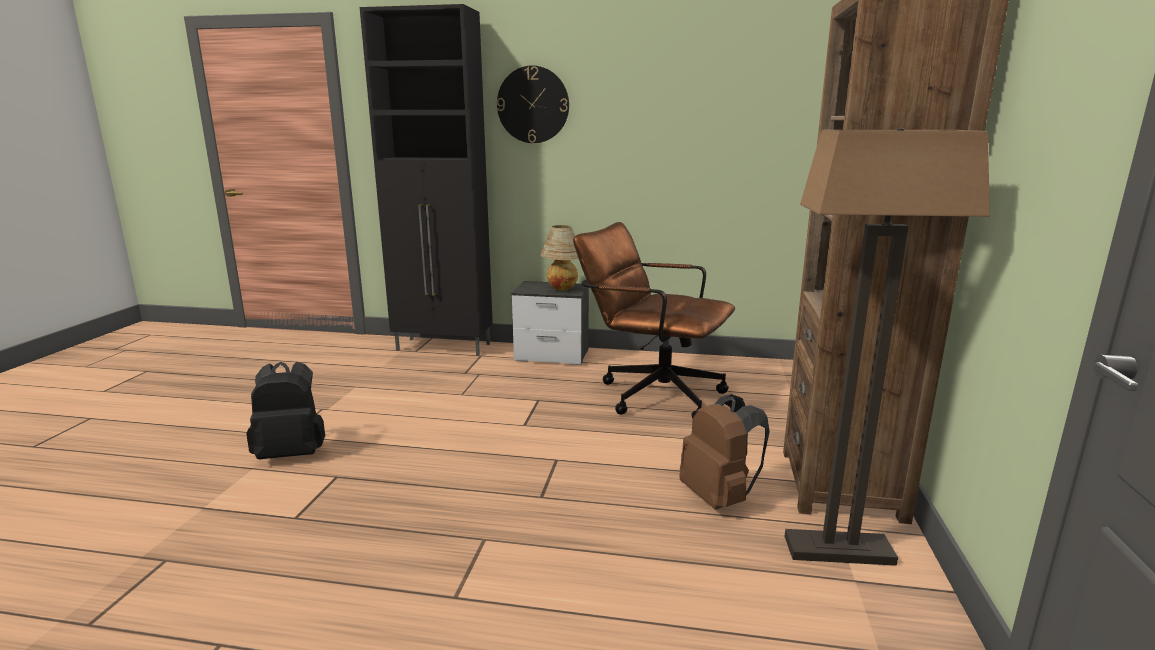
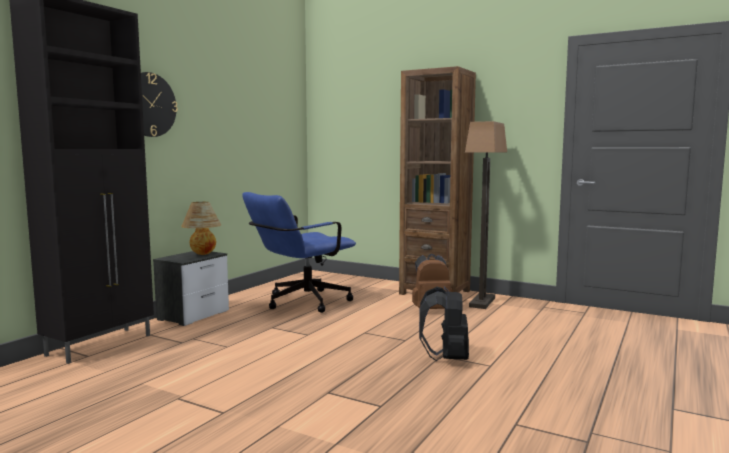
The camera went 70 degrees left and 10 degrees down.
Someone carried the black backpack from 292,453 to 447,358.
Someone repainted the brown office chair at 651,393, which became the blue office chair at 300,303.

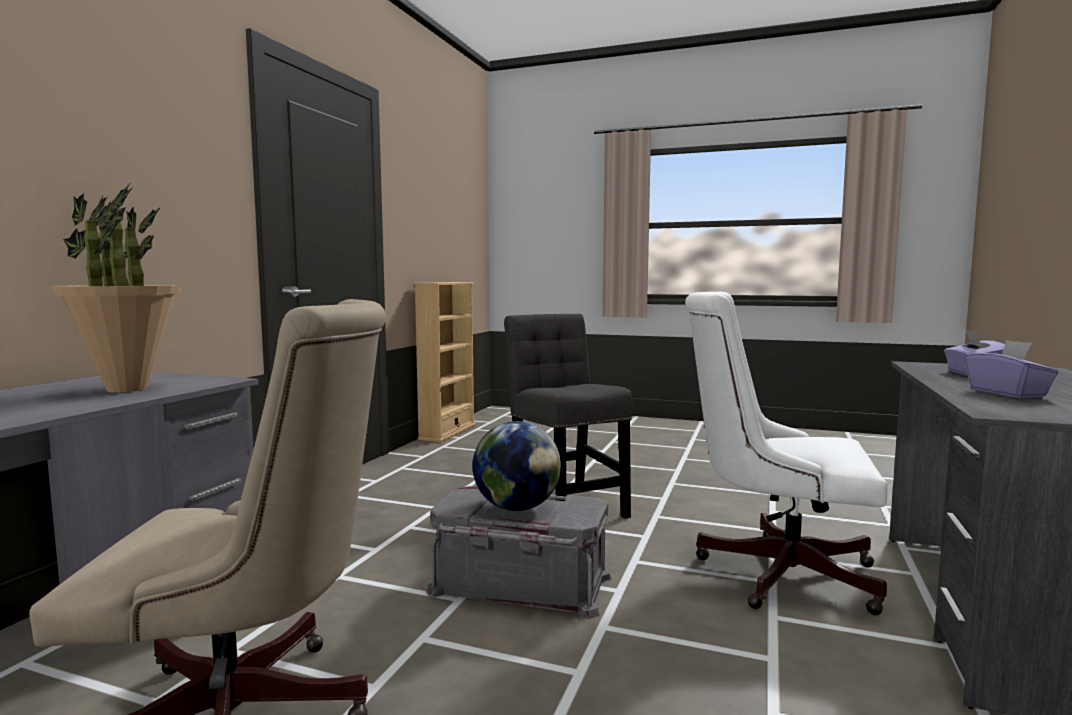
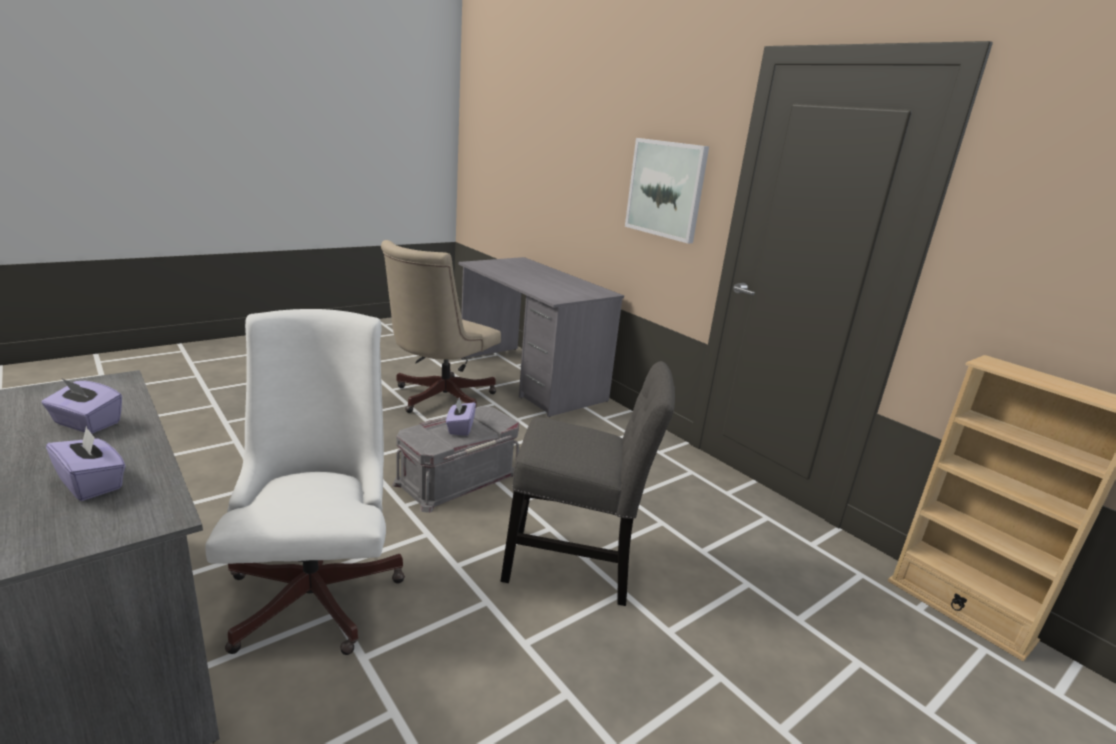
The camera went 120 degrees right and 15 degrees up.
Someone took away the potted plant at 126,389.
Someone put up the picture at 666,189.
Someone swapped the globe at 517,508 for the purple tissue box at 460,428.
Someone rotated the white office chair at 776,571 by 60 degrees counterclockwise.

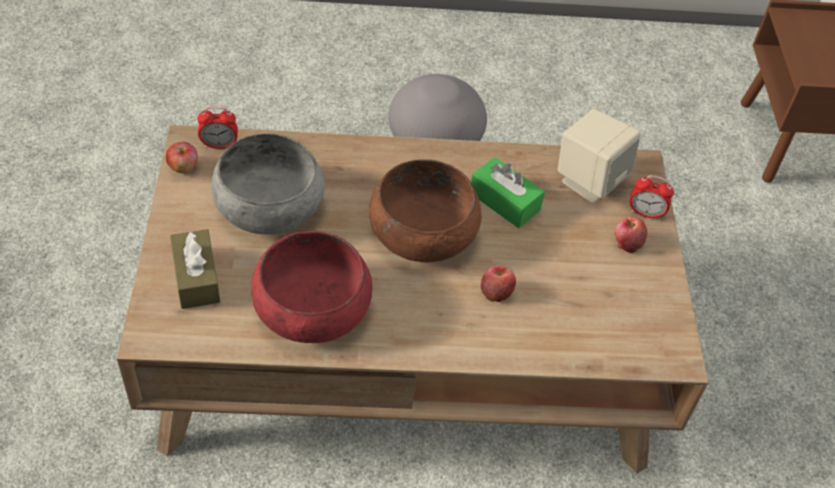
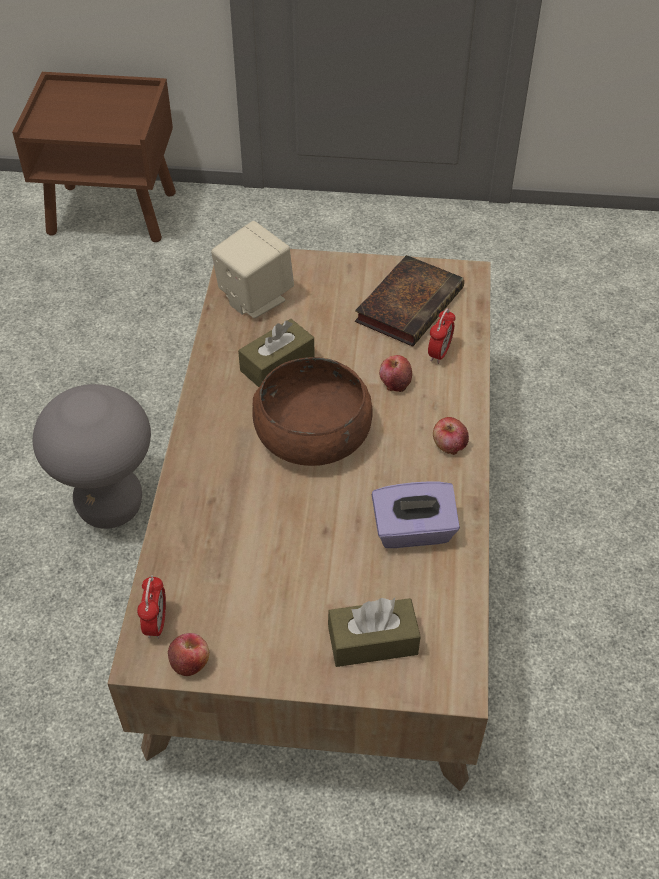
The camera went 80 degrees left and 0 degrees up.
Someone took away the grey bowl at 269,204.
Someone put down the book at 409,304.
Someone carried the apple from 627,243 to 449,445.
Someone carried the alarm clock from 645,213 to 439,353.
Someone swapped the red bowl at 312,306 for the purple tissue box at 413,531.
Someone repainted the green tissue box at 504,201, which became the brown tissue box at 277,364.

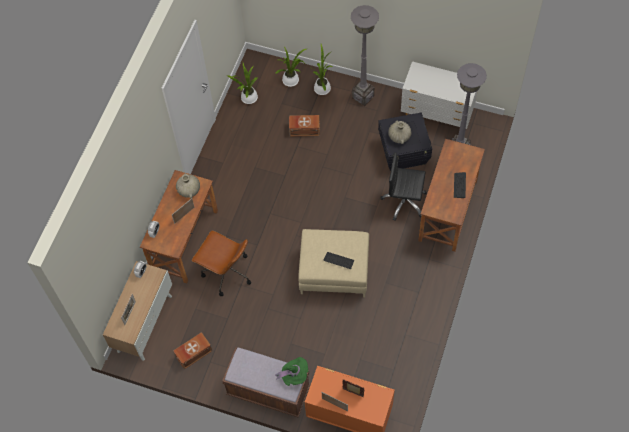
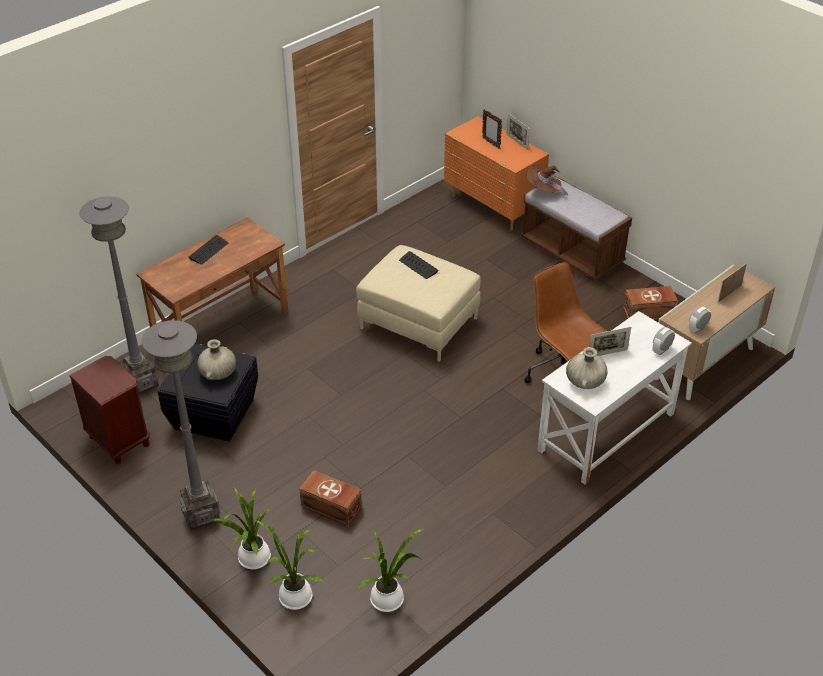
The camera went 155 degrees left and 20 degrees down.
Someone took away the black office chair at 404,202.
Someone swapped the white dresser at 437,114 for the brown nightstand at 119,441.
Someone repainted the brown desk at 184,241, which became the white desk at 607,432.
Someone repainted the green hat at 294,375, which became the brown hat at 544,191.

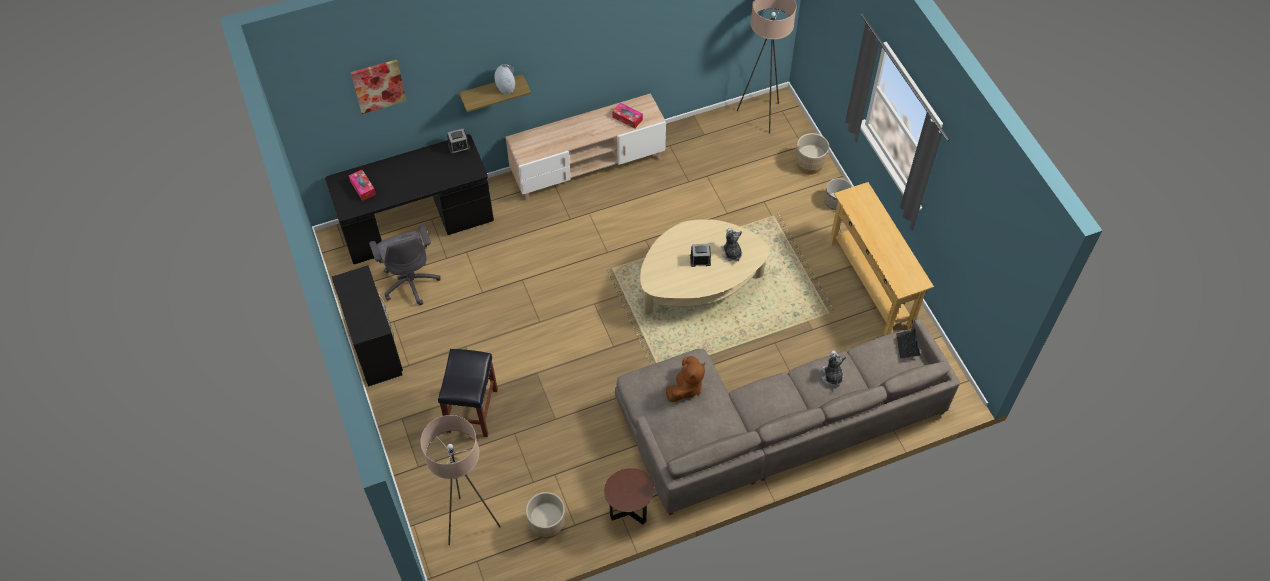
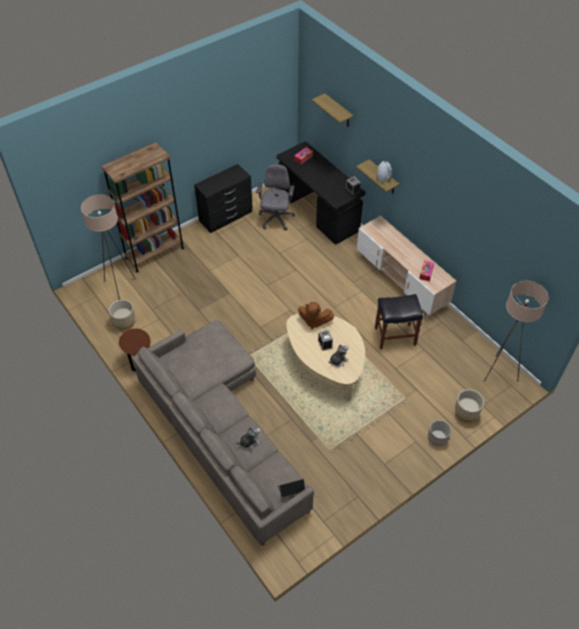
The camera went 75 degrees right and 5 degrees down.
Someone took away the beige console table at 870,283.
Someone put down the brown bookcase at 154,253.
Someone carried the black stool from 472,410 to 395,336.
Someone carried the brown plush toy from 686,387 to 314,321.
Someone swapped the picture at 378,85 for the shelf at 338,111.
Someone rotated the grey office chair at 410,282 by 135 degrees clockwise.

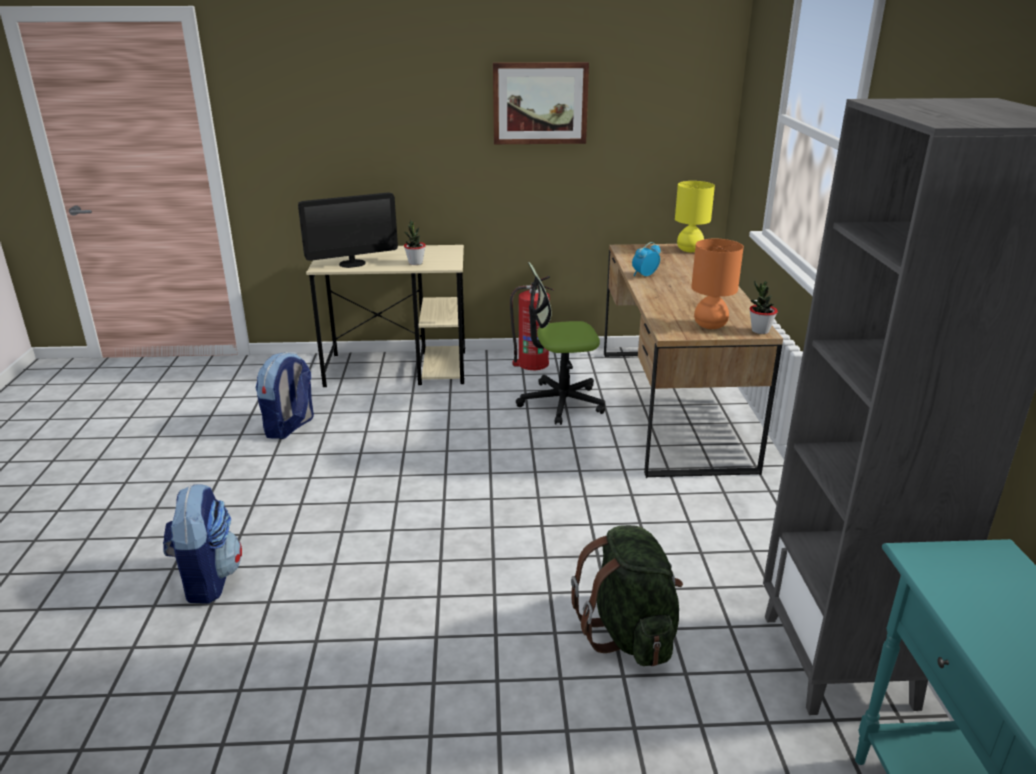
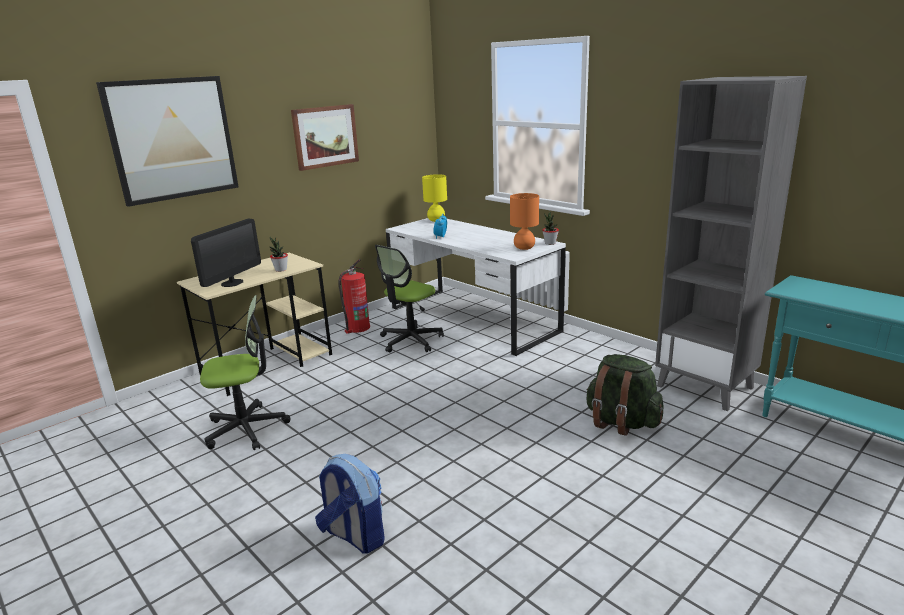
The camera went 40 degrees left and 5 degrees down.
Someone put up the picture at 172,139.
Someone swapped the backpack at 290,427 for the office chair at 246,428.
Someone repainted the brown desk at 671,406, which became the white desk at 472,319.

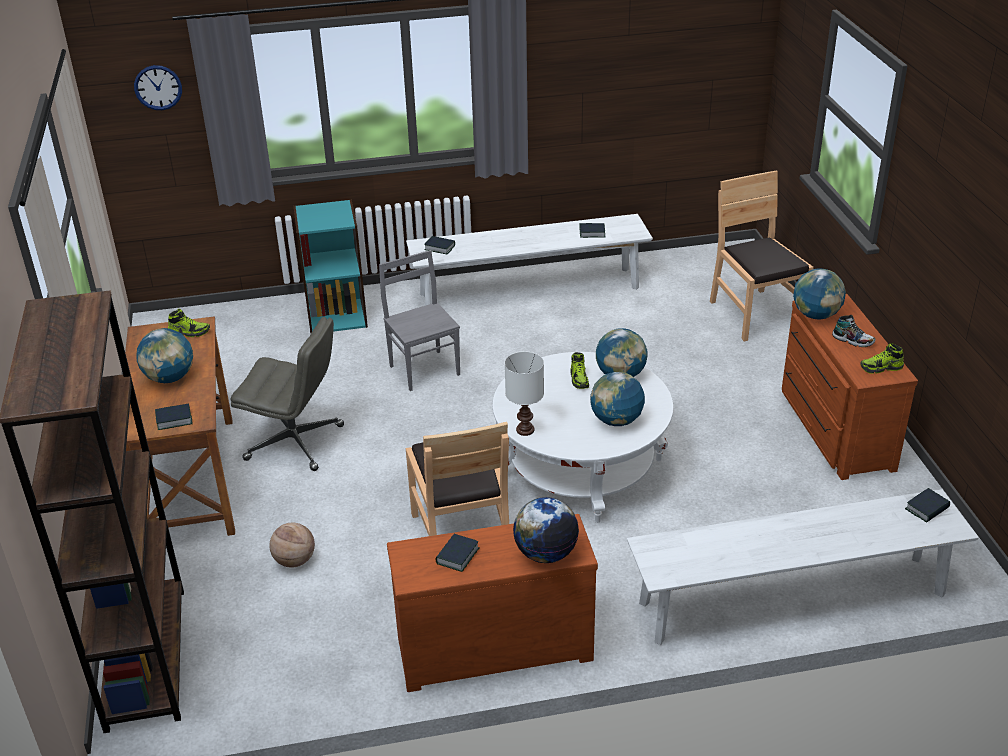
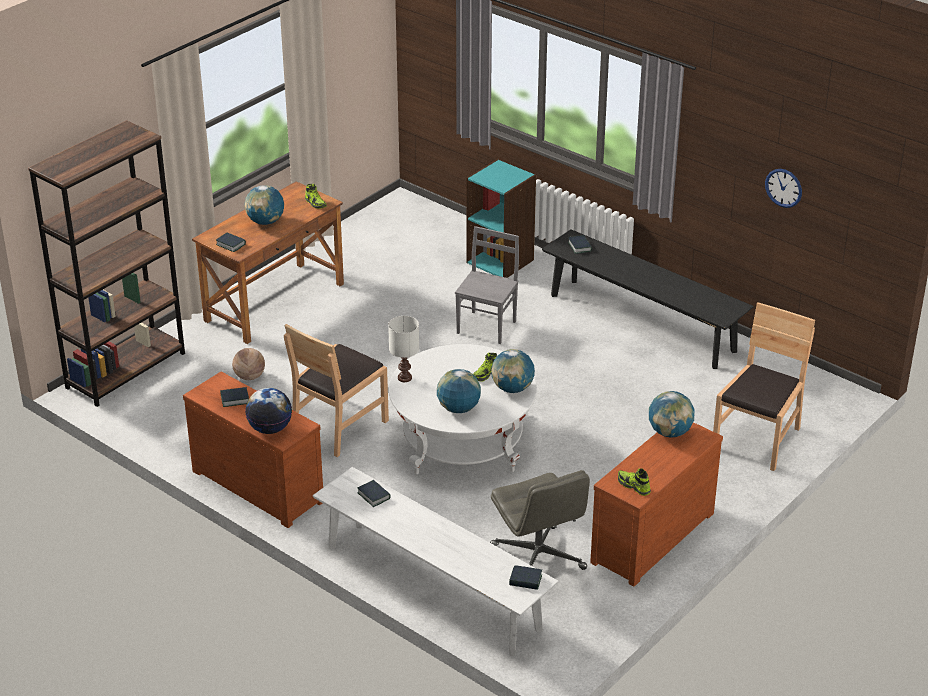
The camera went 50 degrees right and 0 degrees up.
Someone took away the shoe at 852,340.
Someone carried the wall clock from 158,87 to 783,188.
Someone carried the grey office chair from 296,443 to 539,558.
Someone carried the book from 592,233 to 374,496.
Someone repainted the white bench at 529,291, which became the black bench at 642,323.

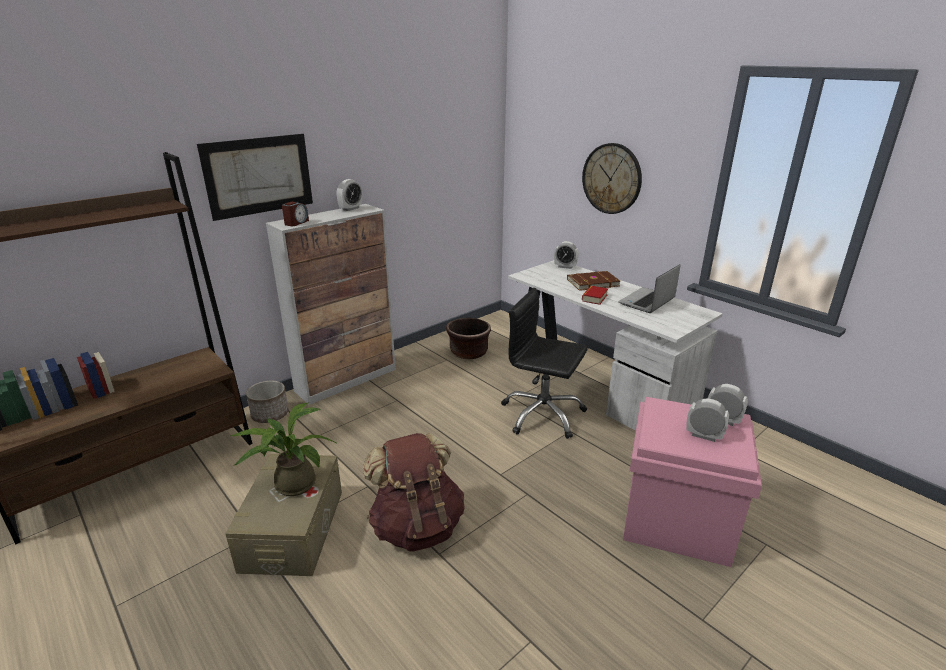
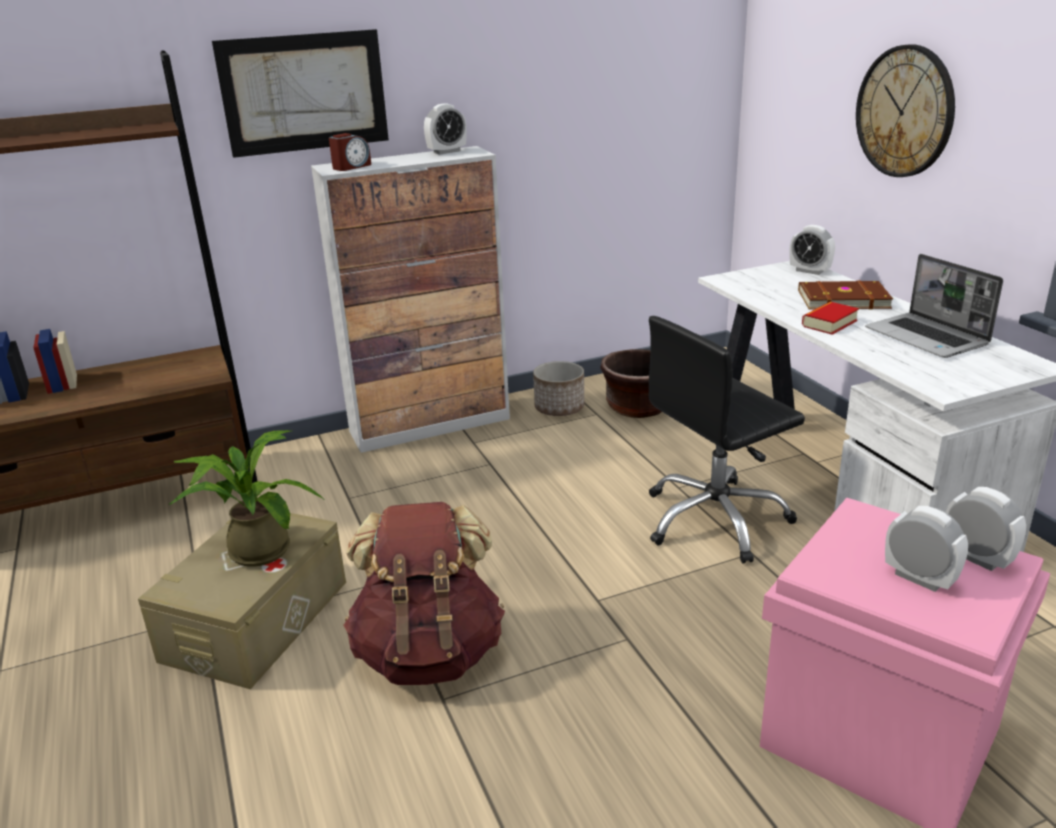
The camera went 20 degrees right and 0 degrees up.
Someone carried the planter from 270,414 to 559,408.
Someone rotated the black office chair at 542,415 by 75 degrees counterclockwise.
Someone rotated the laptop at 647,302 by 90 degrees counterclockwise.

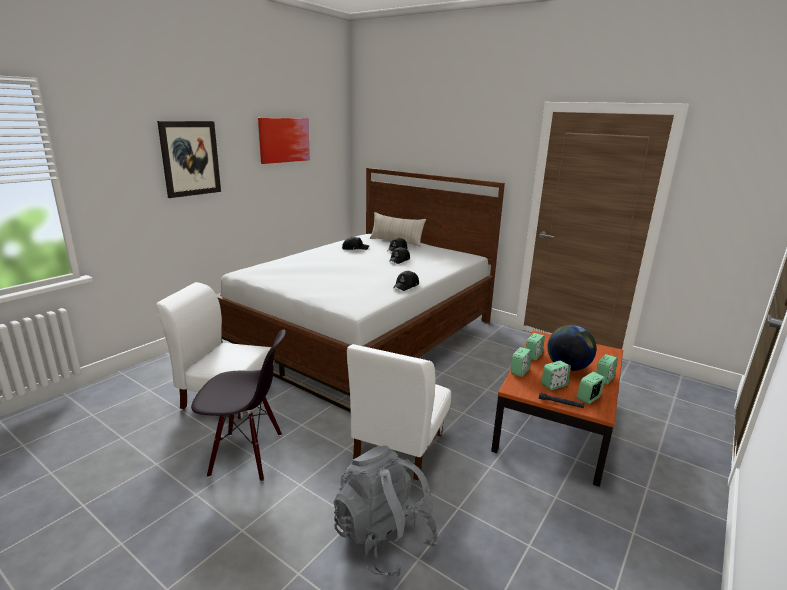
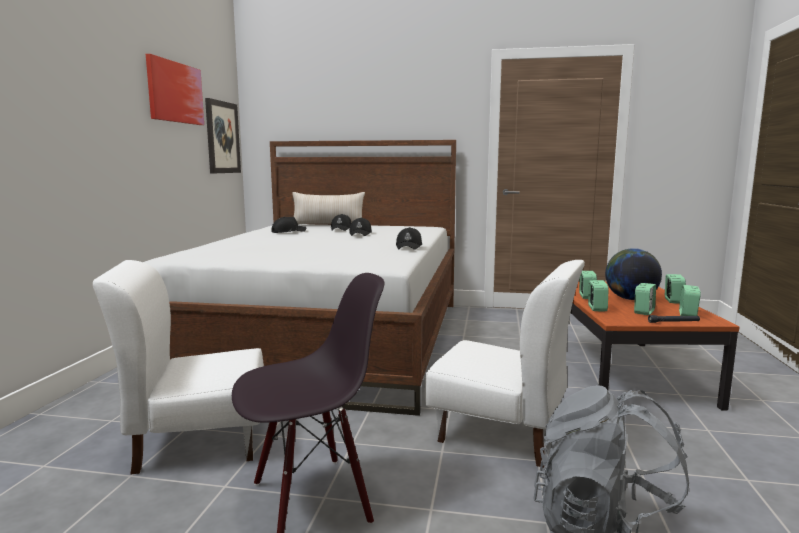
The camera went 25 degrees left and 10 degrees down.
Someone carried the picture from 190,158 to 222,137.
Someone rotated the white chair at 398,447 by 60 degrees counterclockwise.

